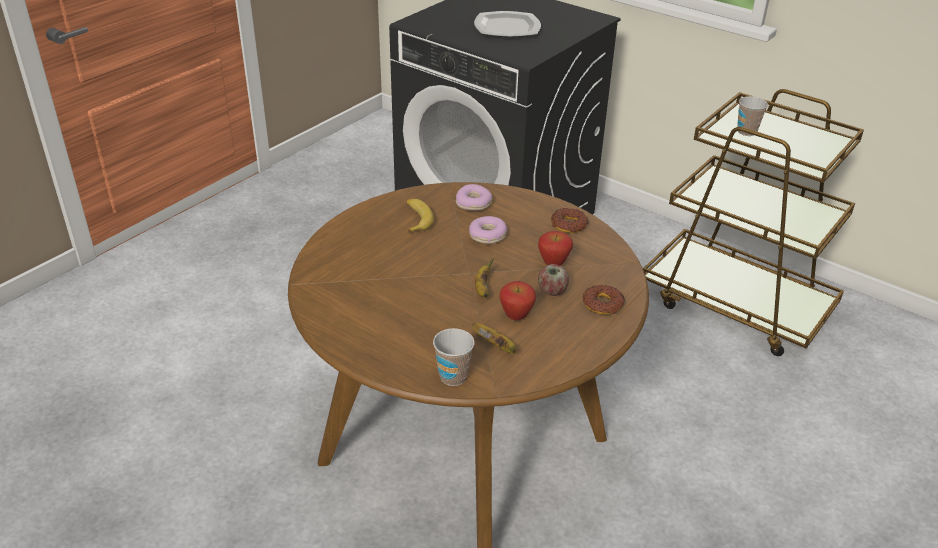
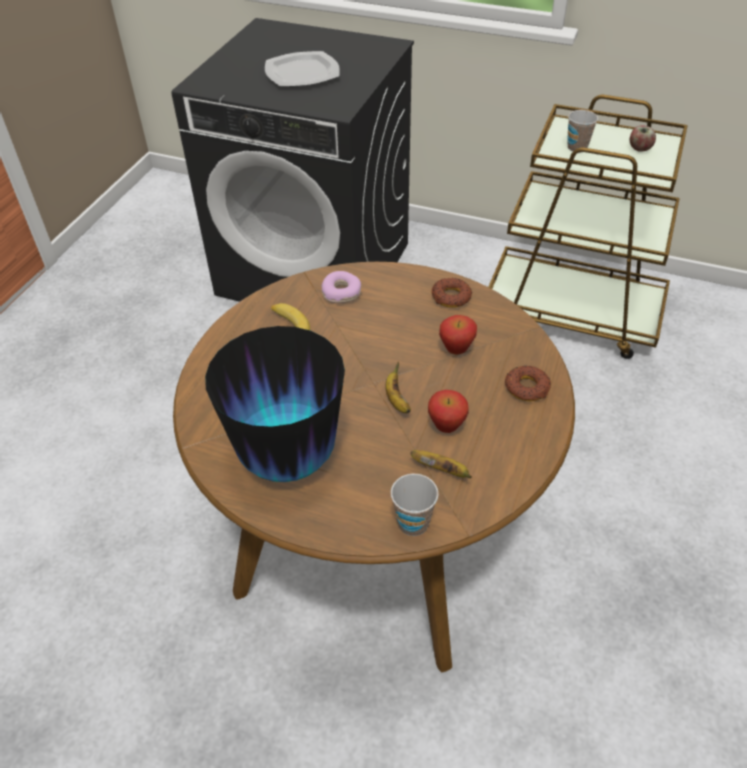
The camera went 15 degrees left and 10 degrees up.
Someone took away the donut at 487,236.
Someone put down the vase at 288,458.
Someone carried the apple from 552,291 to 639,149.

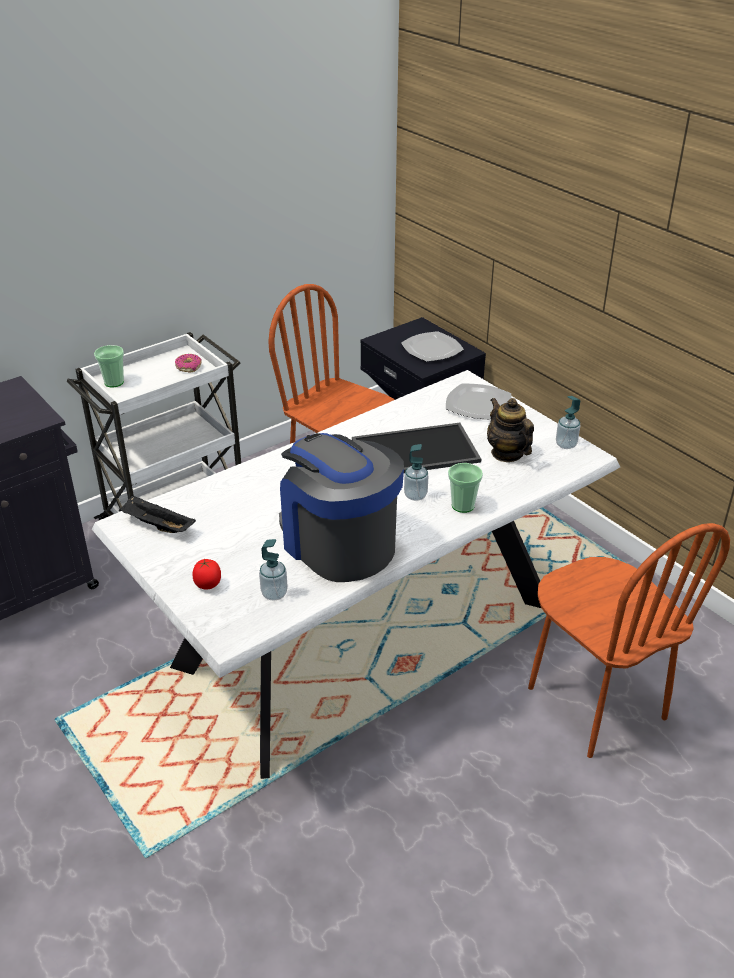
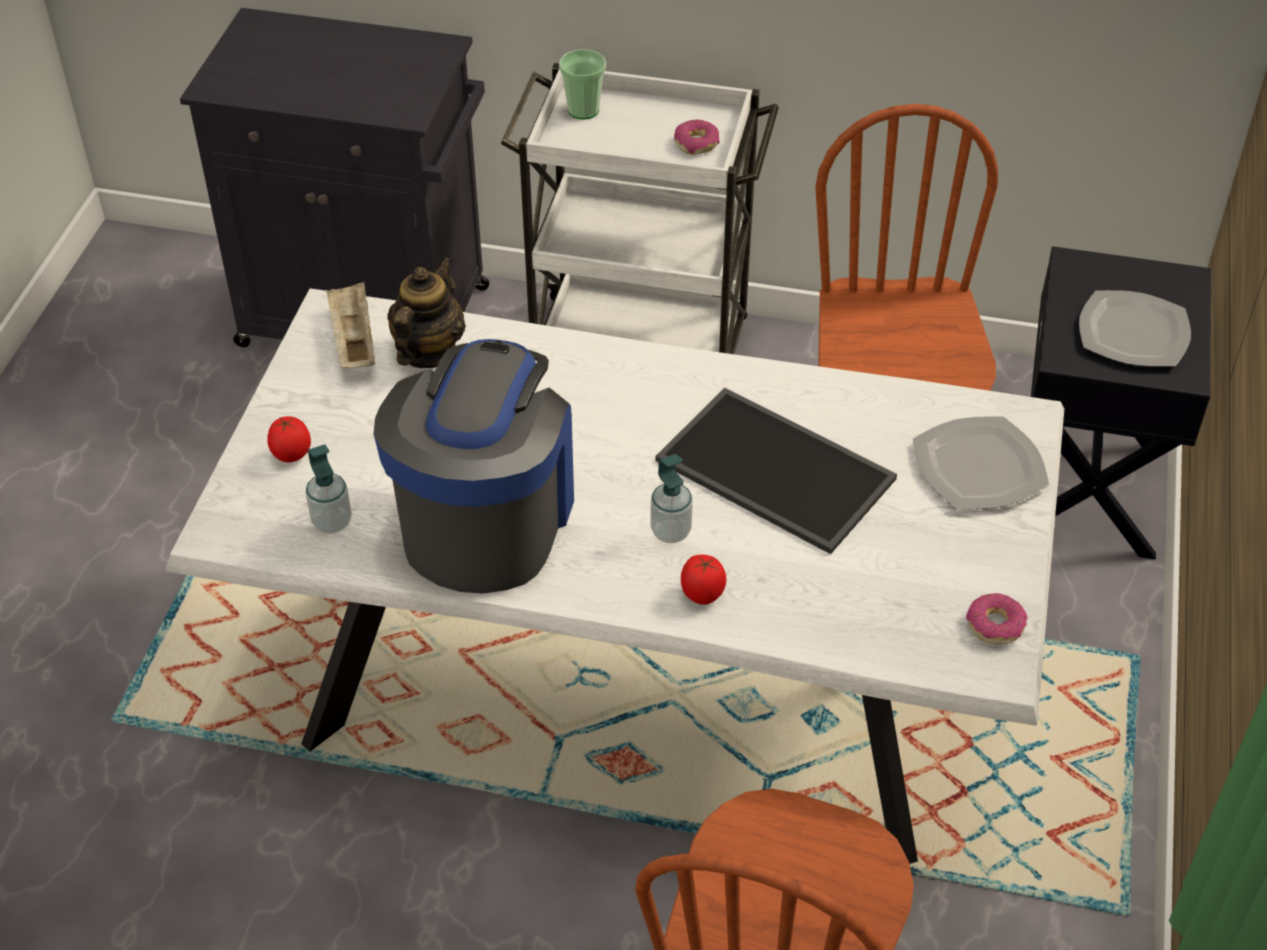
The camera went 50 degrees right and 10 degrees up.
Someone carried the teapot from 507,453 to 428,352.
Someone swapped the cup at 463,506 for the tomato at 702,594.
Someone swapped the soap dispenser at 566,444 for the donut at 995,625.
Someone repainted the black tray at 157,526, which became the beige tray at 353,341.

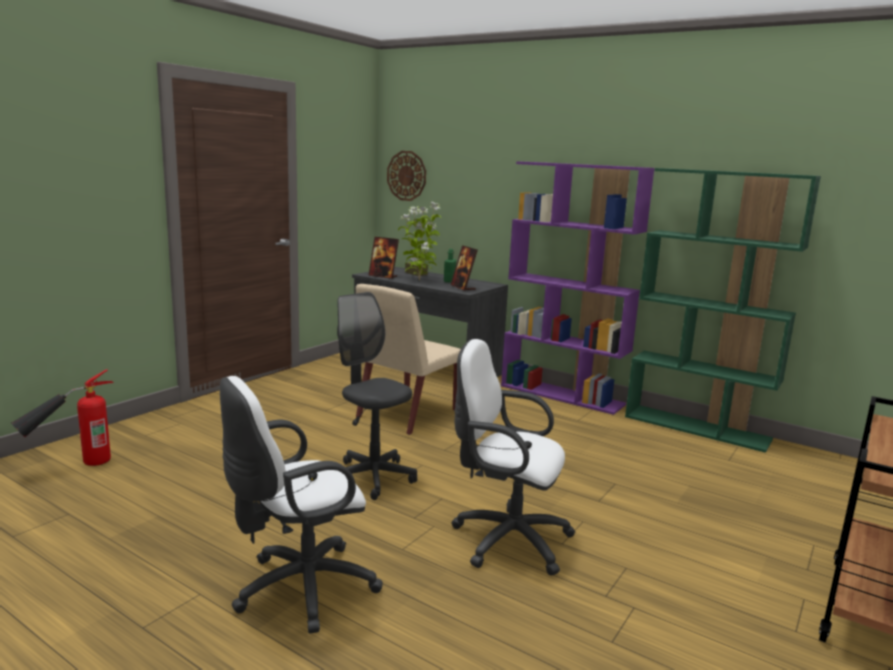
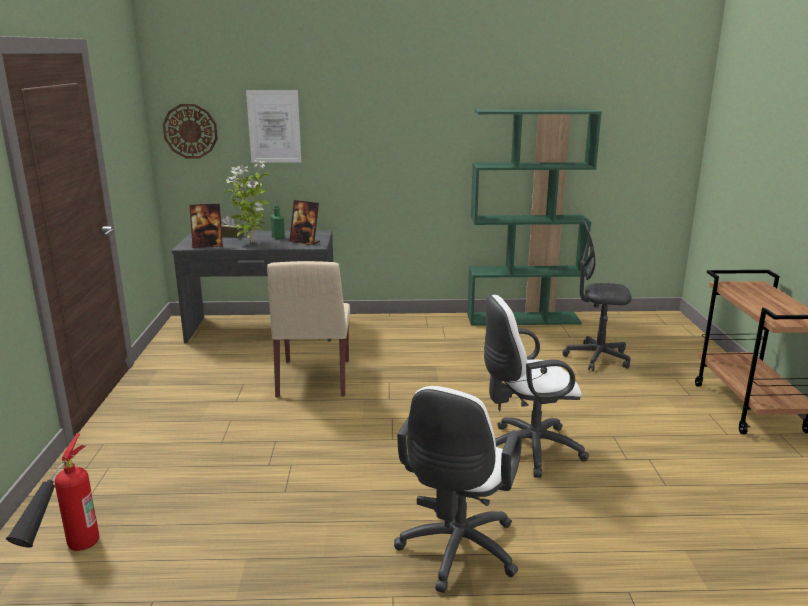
The camera went 35 degrees left and 5 degrees up.
Someone took away the purple bookcase at 562,395.
Someone put up the picture at 274,126.
Someone carried the grey office chair from 372,478 to 597,358.

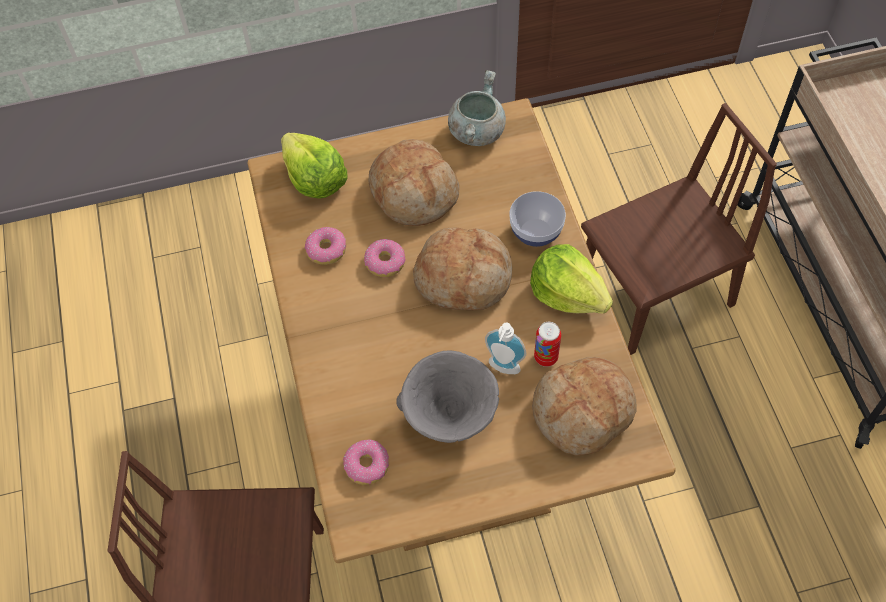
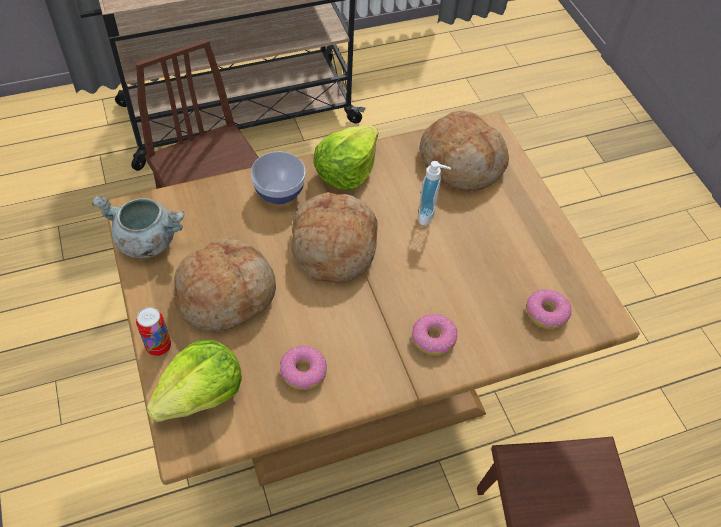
The camera went 100 degrees left and 5 degrees down.
Someone took away the grey bowl at 450,418.
Someone carried the donut from 385,262 to 433,338.
Someone carried the can from 546,357 to 159,346.

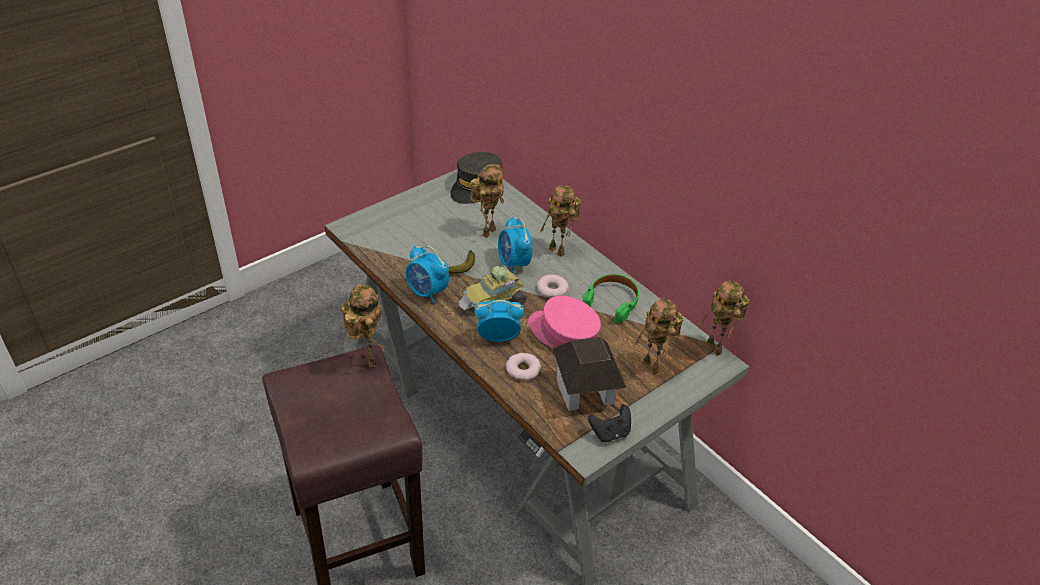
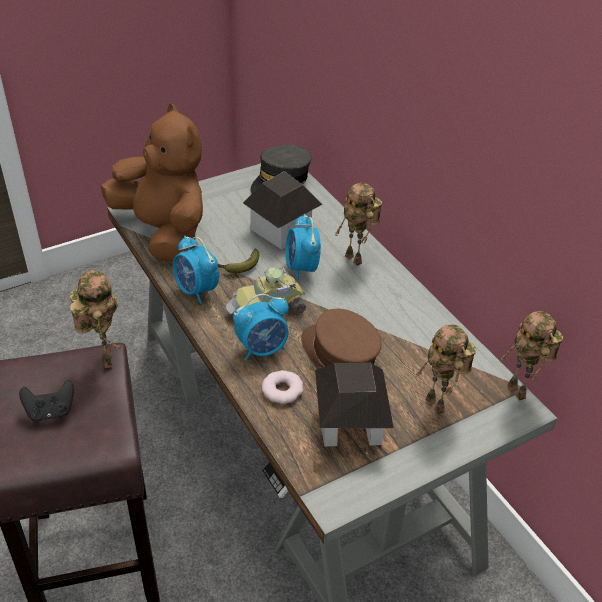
The camera went 10 degrees right and 0 degrees up.
Someone took away the donut at 552,289.
Someone took away the green headphones at 612,302.
Someone put down the brown plush toy at 164,233.
Someone carried the black game controller from 610,433 to 51,412.
Someone swapped the toy robot at 488,231 for the toy house at 281,230.
Someone repainted the pink cap at 563,333, which became the brown cap at 339,353.
Someone rotated the alarm clock at 498,337 by 150 degrees clockwise.

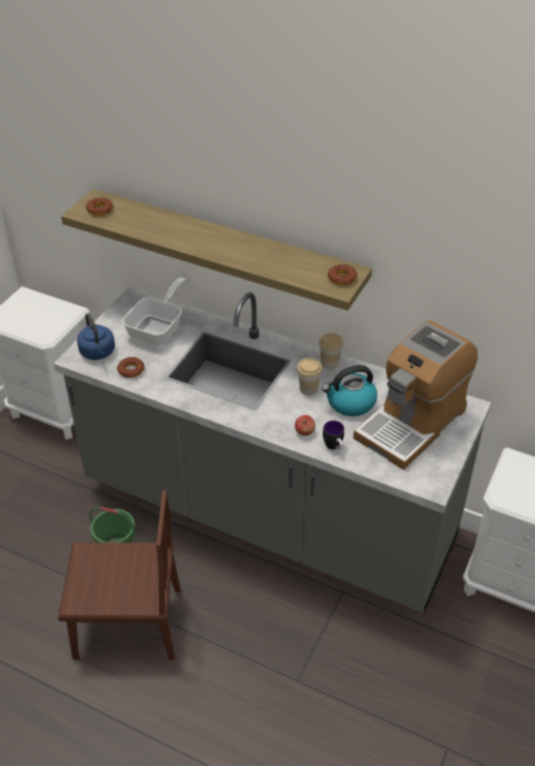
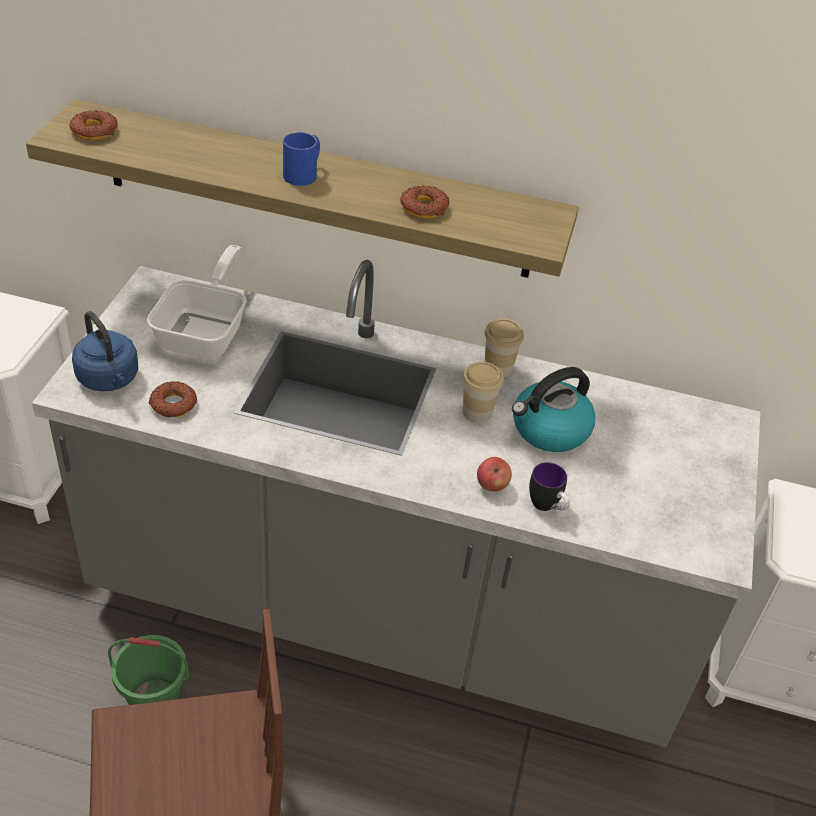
The camera went 15 degrees left and 0 degrees up.
Someone took away the coffee machine at 411,423.
Someone put down the blue mug at 304,173.
Someone carried the donut from 342,278 to 424,208.

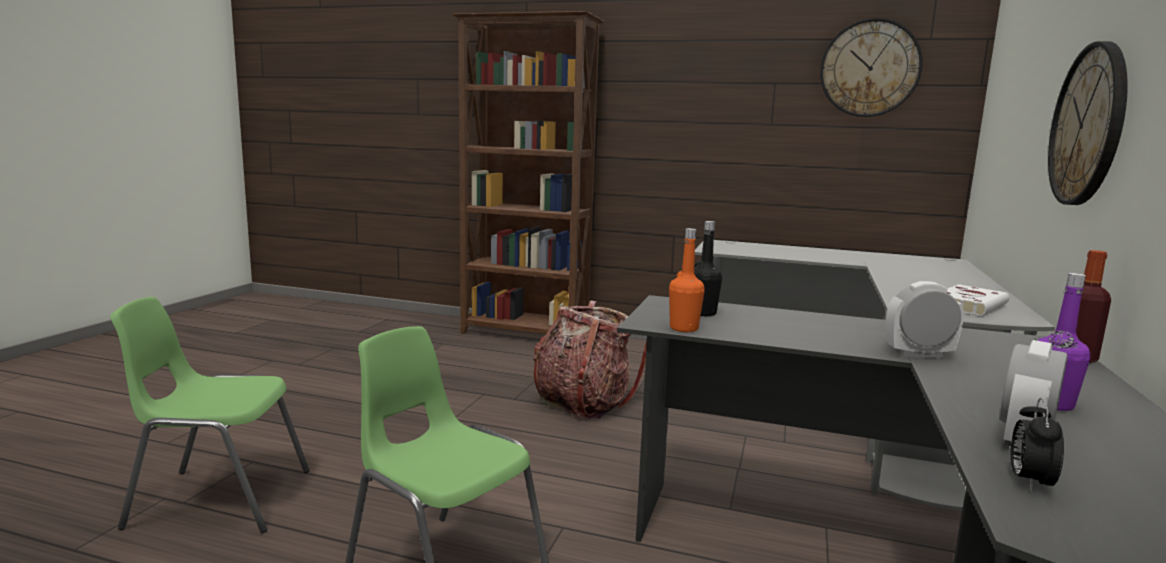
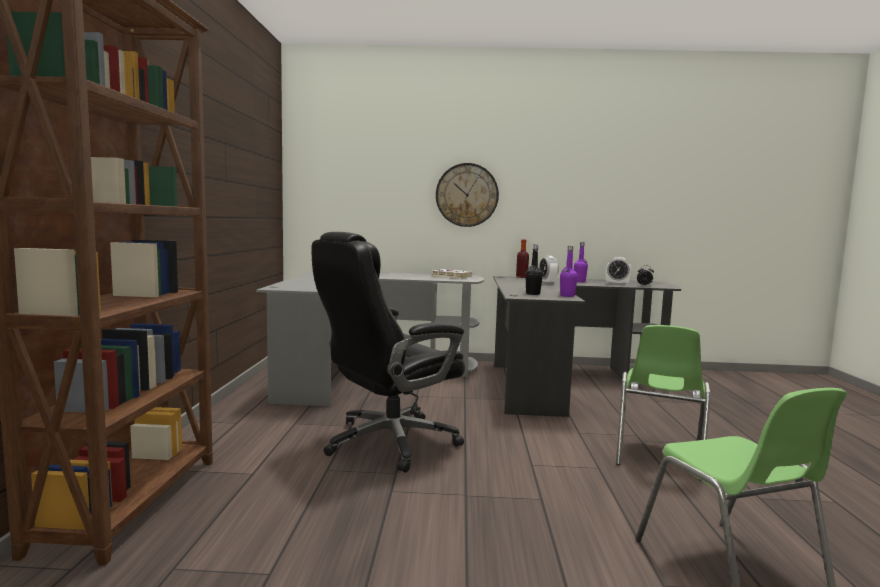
The camera went 105 degrees left and 5 degrees down.
Someone took away the wall clock at 869,68.
Someone swapped the backpack at 584,403 for the black office chair at 388,442.
Someone repainted the orange bottle at 684,328, which became the purple bottle at 567,296.

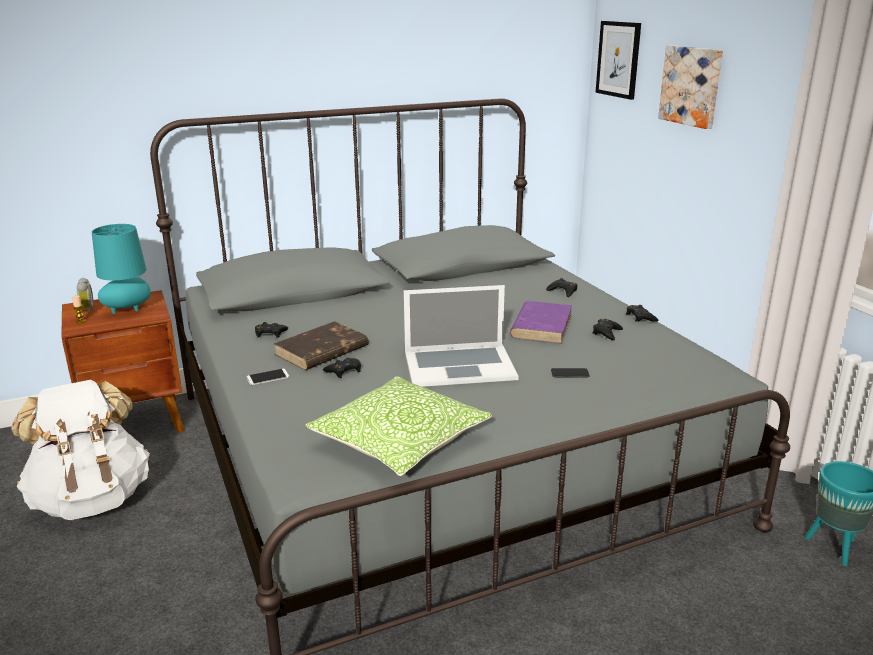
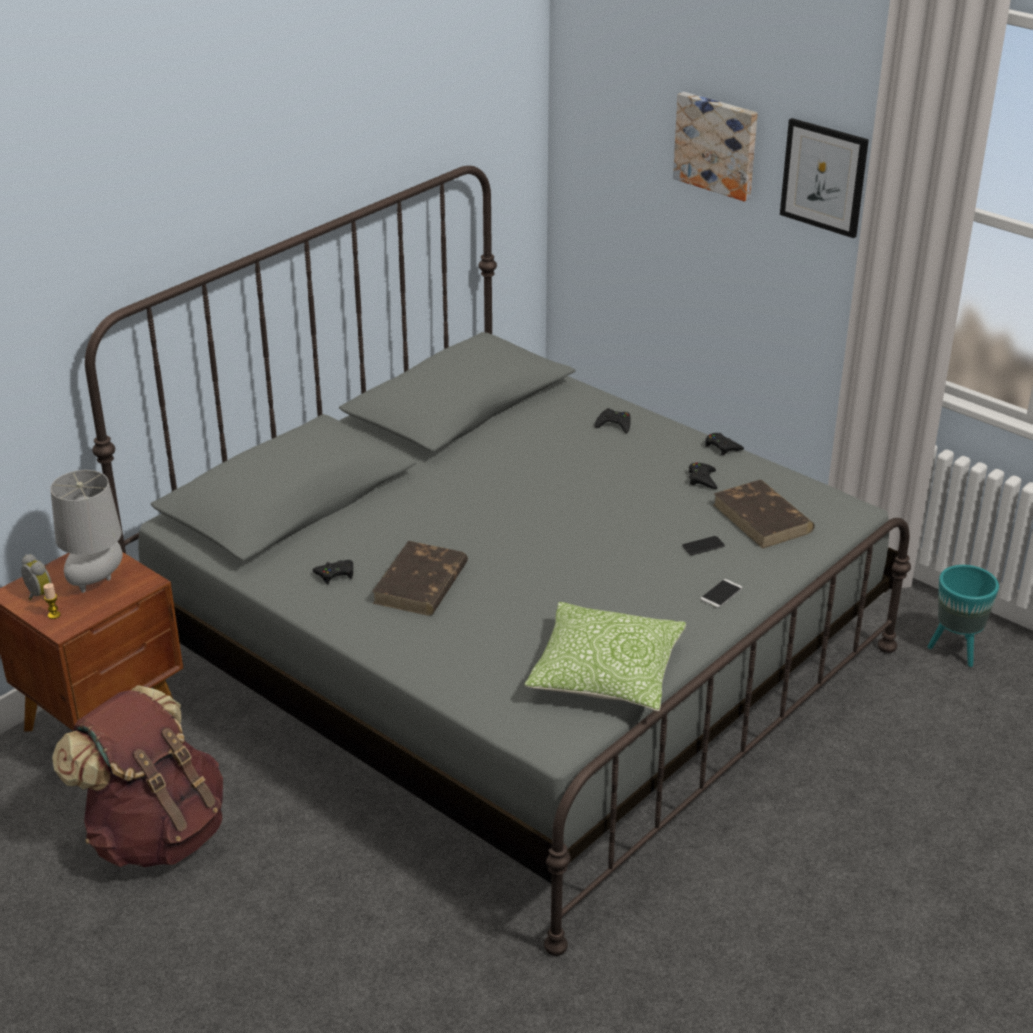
The camera went 25 degrees left and 10 degrees up.
Someone took away the black game controller at 344,371.
Someone took away the laptop at 459,365.
Someone took away the purple book at 541,326.
Someone put down the brown book at 763,518.
Someone carried the phone from 268,377 to 721,594.
Someone carried the picture from 618,59 to 824,177.
Someone repainted the white backpack at 92,498, which became the brown backpack at 155,833.
Someone repainted the turquoise table lamp at 128,310, which became the grey table lamp at 96,581.

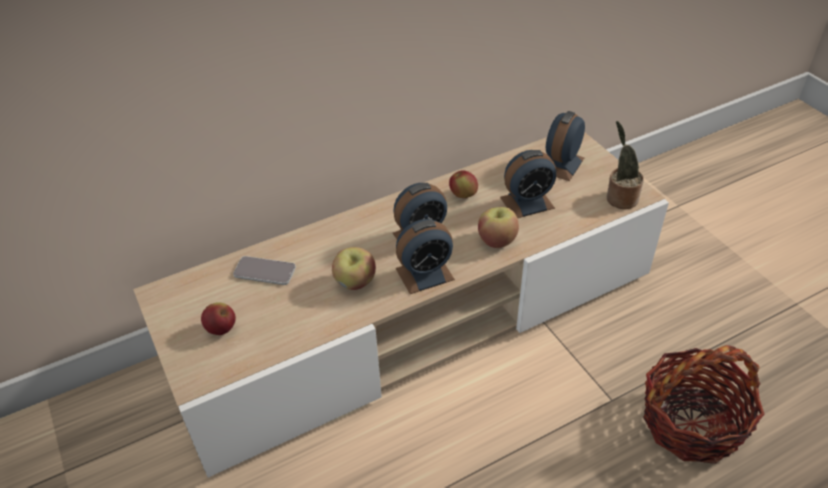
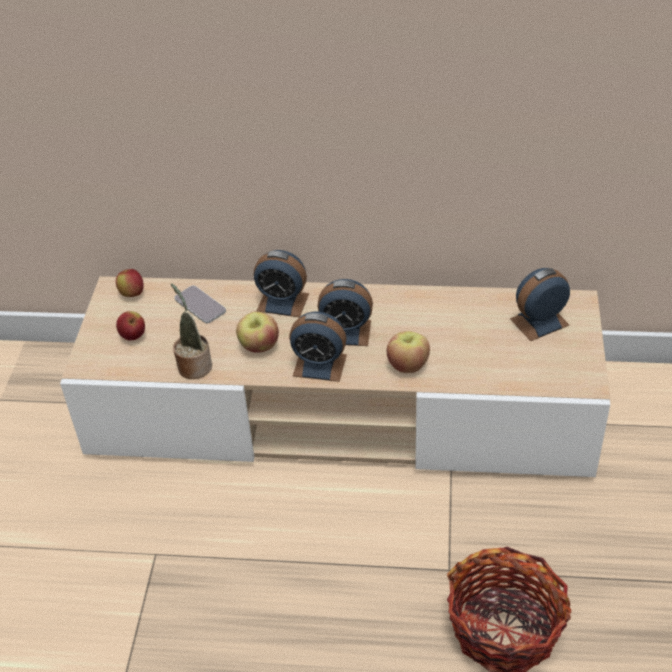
The camera went 35 degrees right and 0 degrees up.
Someone carried the apple from 463,195 to 132,293.
Someone carried the alarm clock from 527,202 to 282,302.
Someone carried the potted plant from 619,198 to 194,365.

